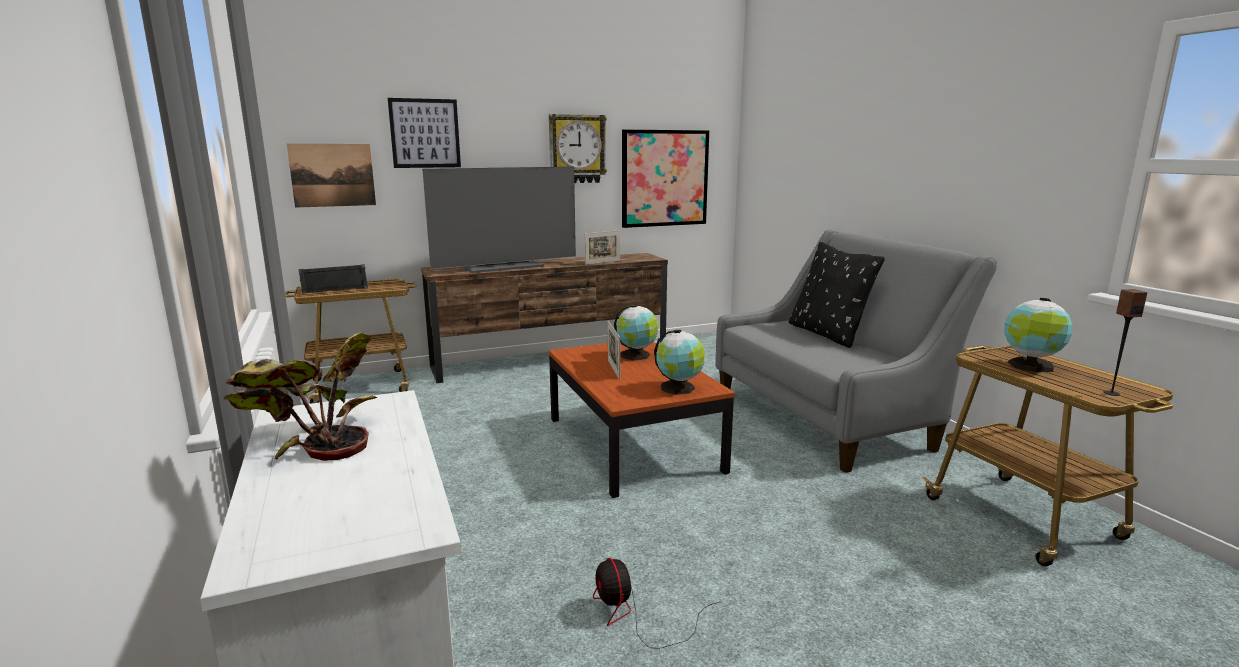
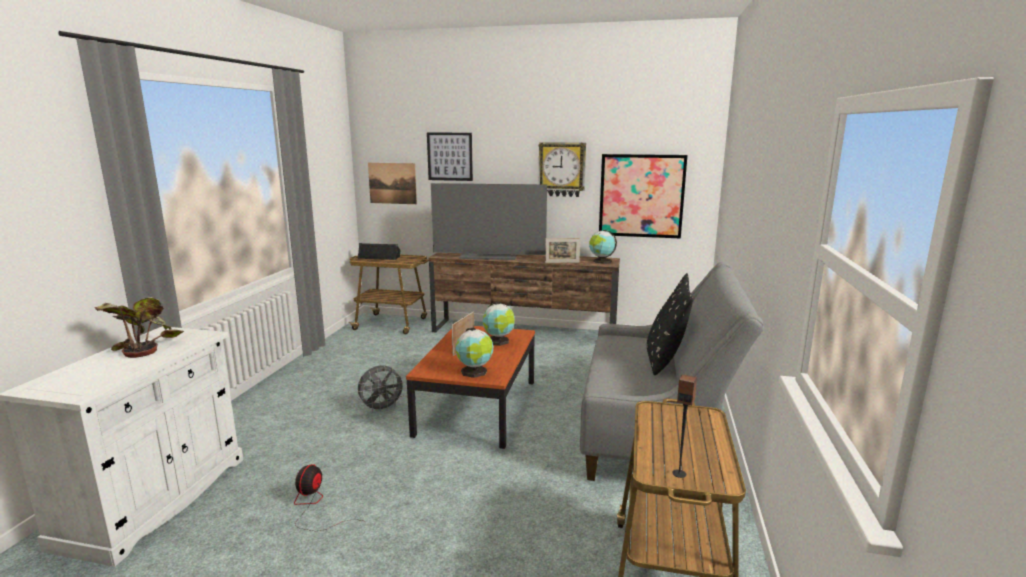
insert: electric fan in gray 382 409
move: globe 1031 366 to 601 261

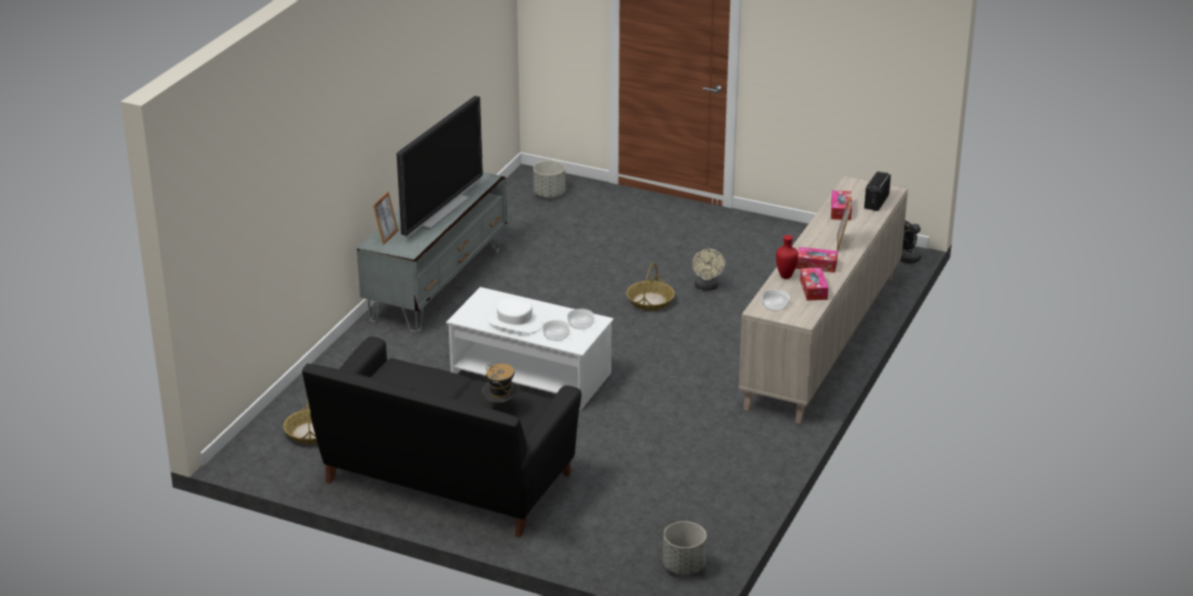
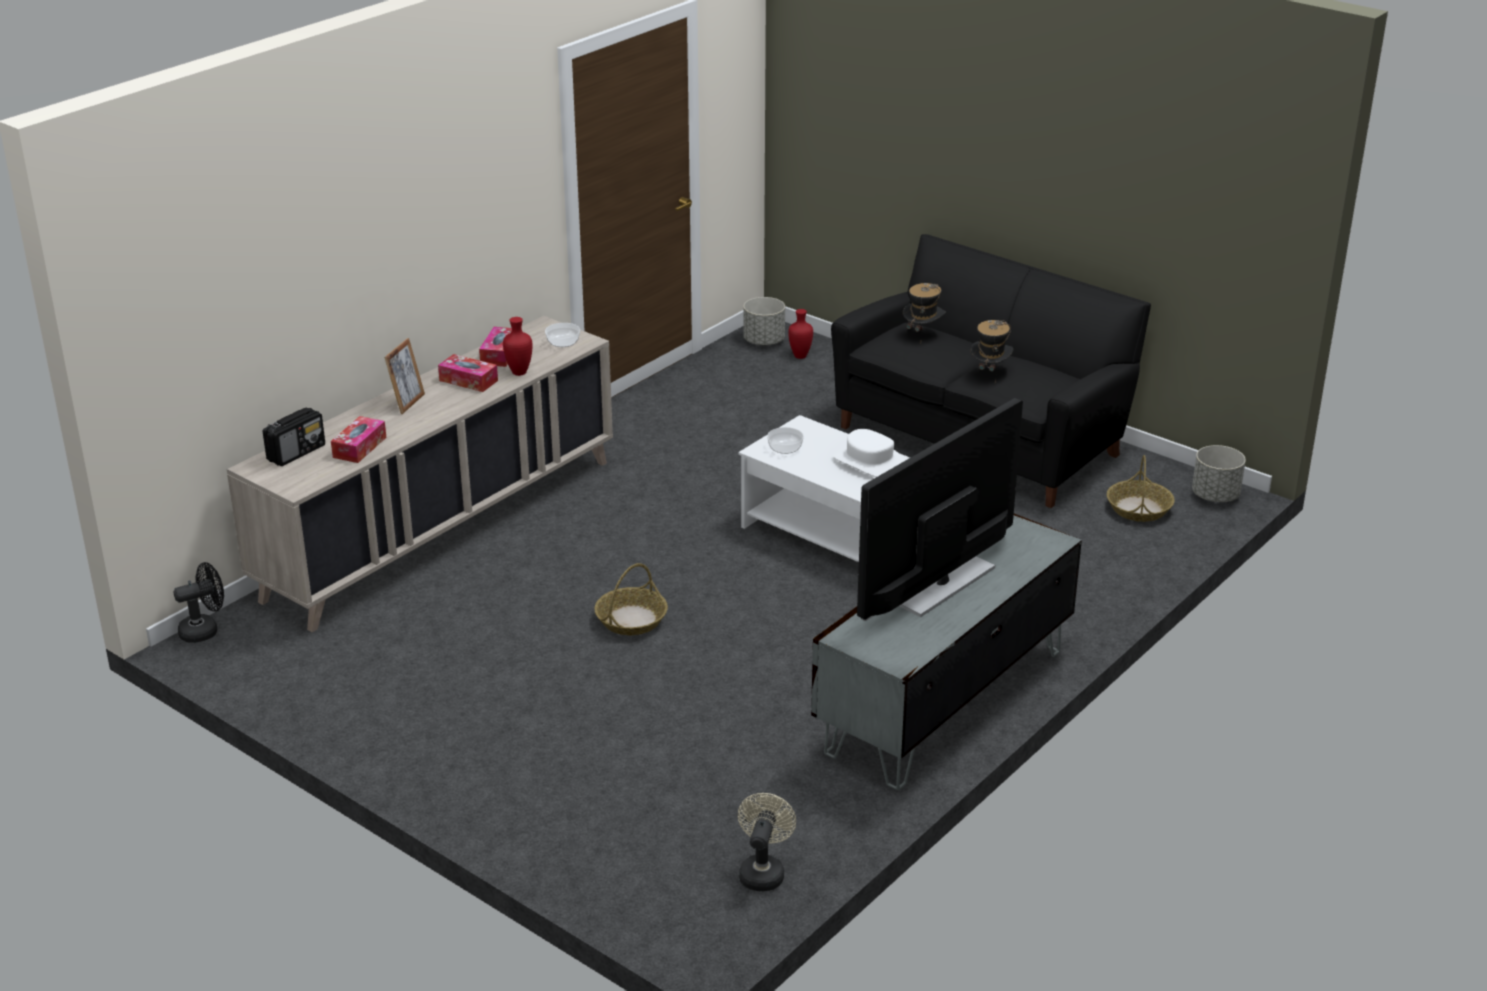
delete: picture frame 386 236; deep dish 556 336
insert: decorative vase in reddish 800 356; hat 990 373
move: planter in gray 549 194 to 1215 496; electric fan in beige-coloured 707 287 to 763 871

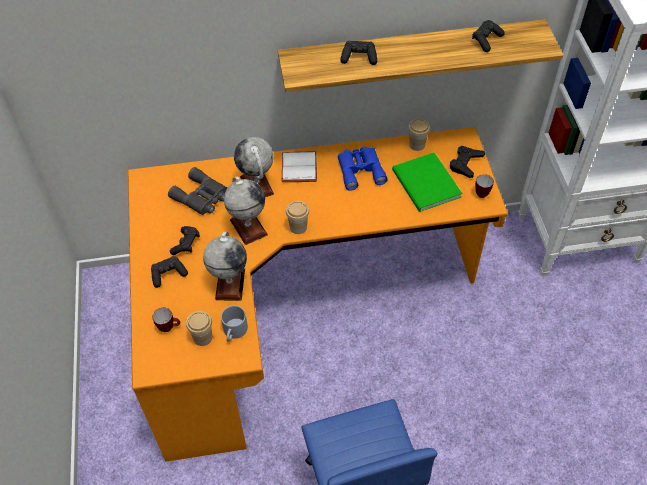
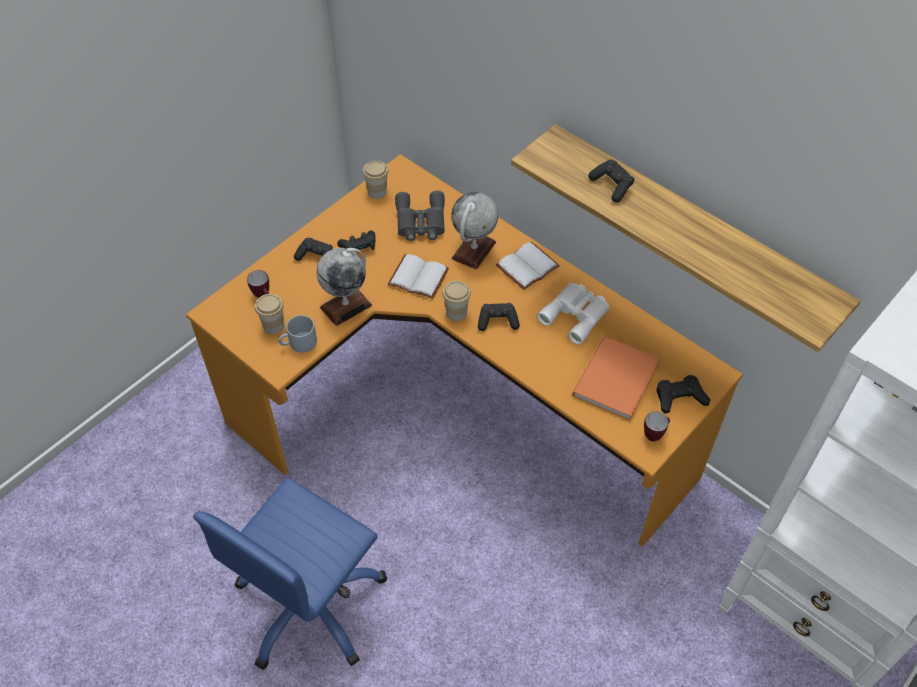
move: gamepad in black-coloured 486 40 to 497 321; drinking cup 417 145 to 377 192
replace: globe 248 227 to book in white 420 276
recolor: binoculars in bluish 360 169 to binoculars in white 576 314; book in green-coloured 425 185 to book in orange 613 380

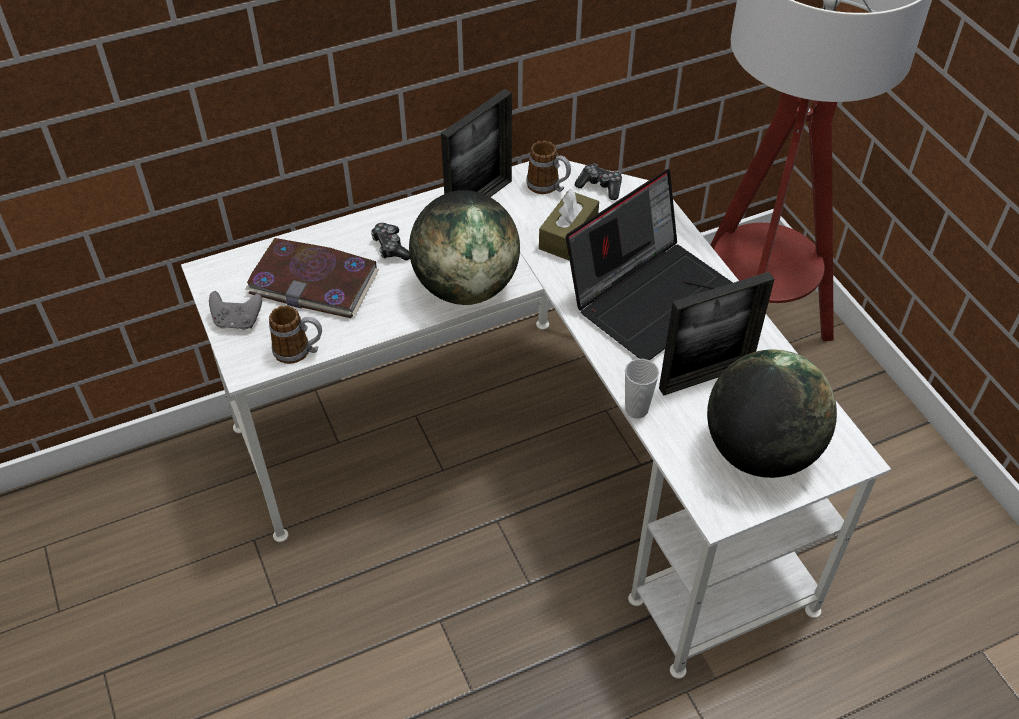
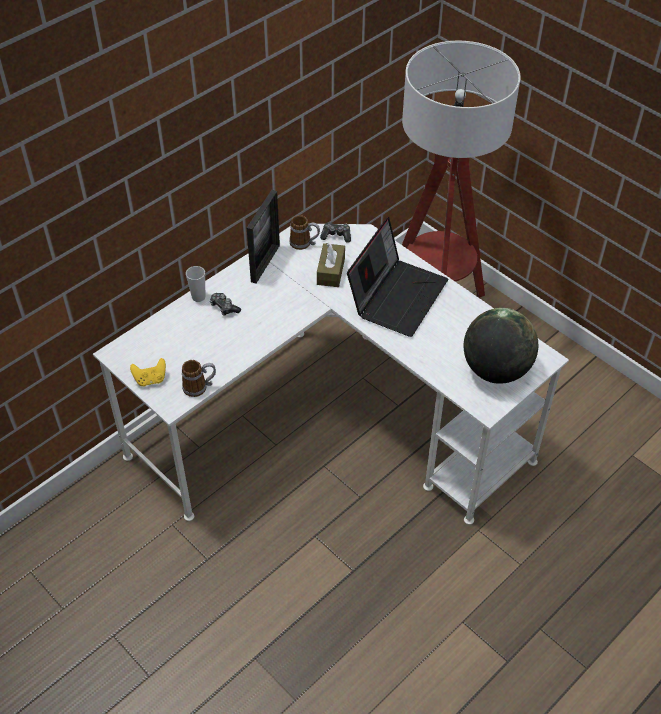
delete: globe 465 287; book 314 282; picture frame 706 377
move: drinking cup 636 409 to 198 297
recolor: gamepad in gray 237 321 to gamepad in yellowish 150 379

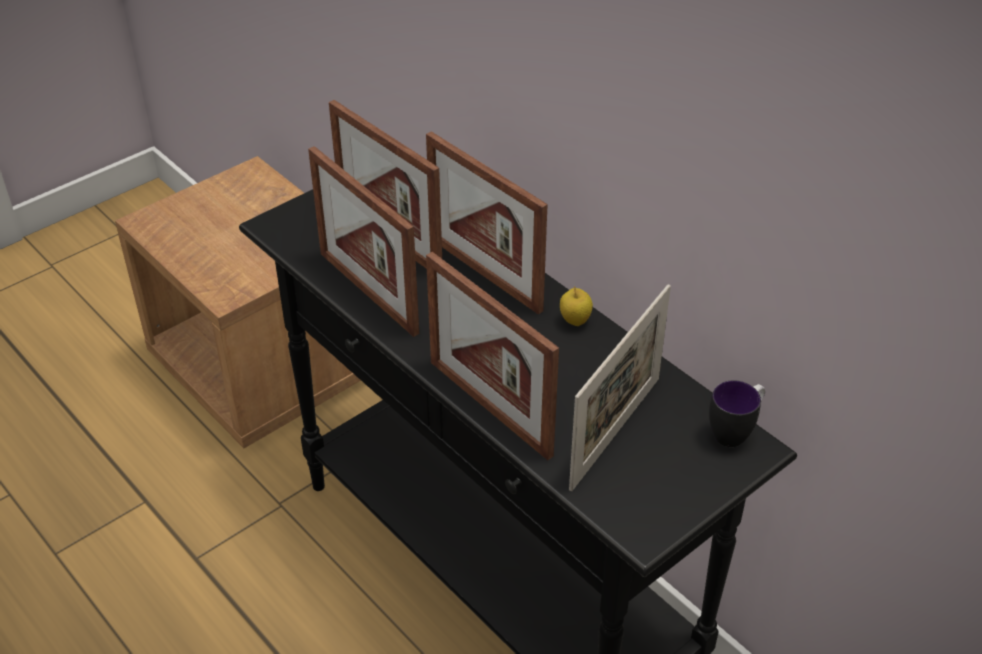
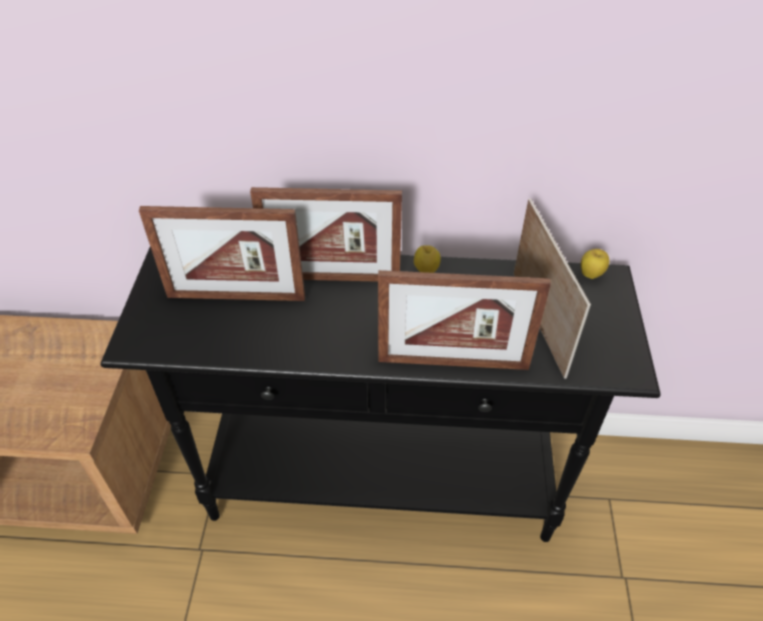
delete: picture frame 368 292
replace: coffee mug 735 431 to apple fruit 591 275

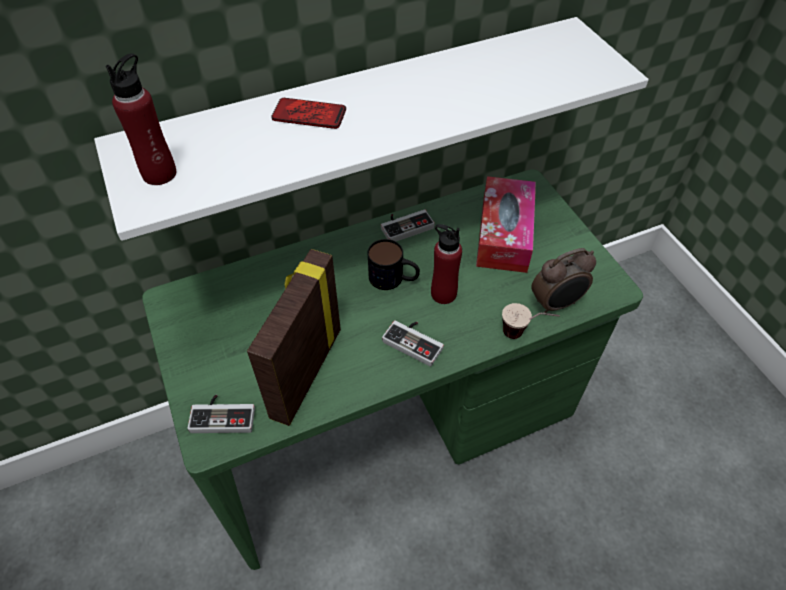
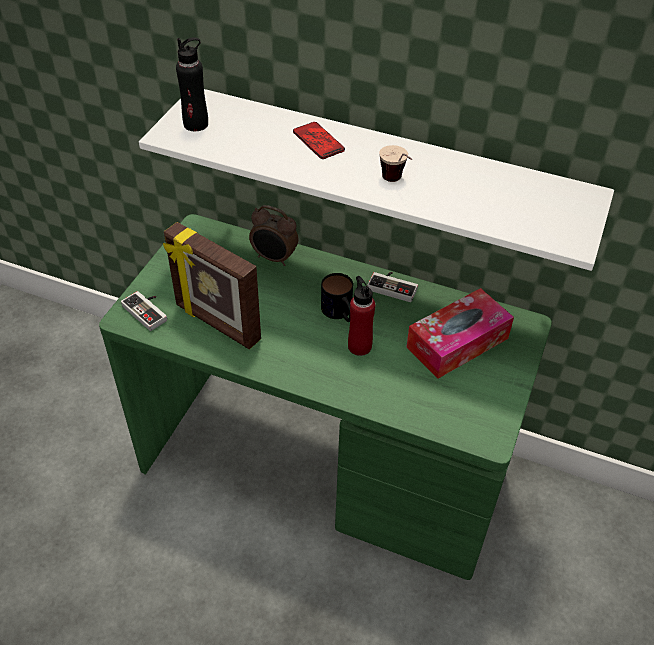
delete: gamepad 415 341
move: bedside clock 556 304 to 274 258; drinking cup 524 335 to 396 183
recolor: bottle in reddish 159 173 to bottle in black-coloured 196 124
rotate: picture frame 304 372 = 216 323 120 degrees counterclockwise

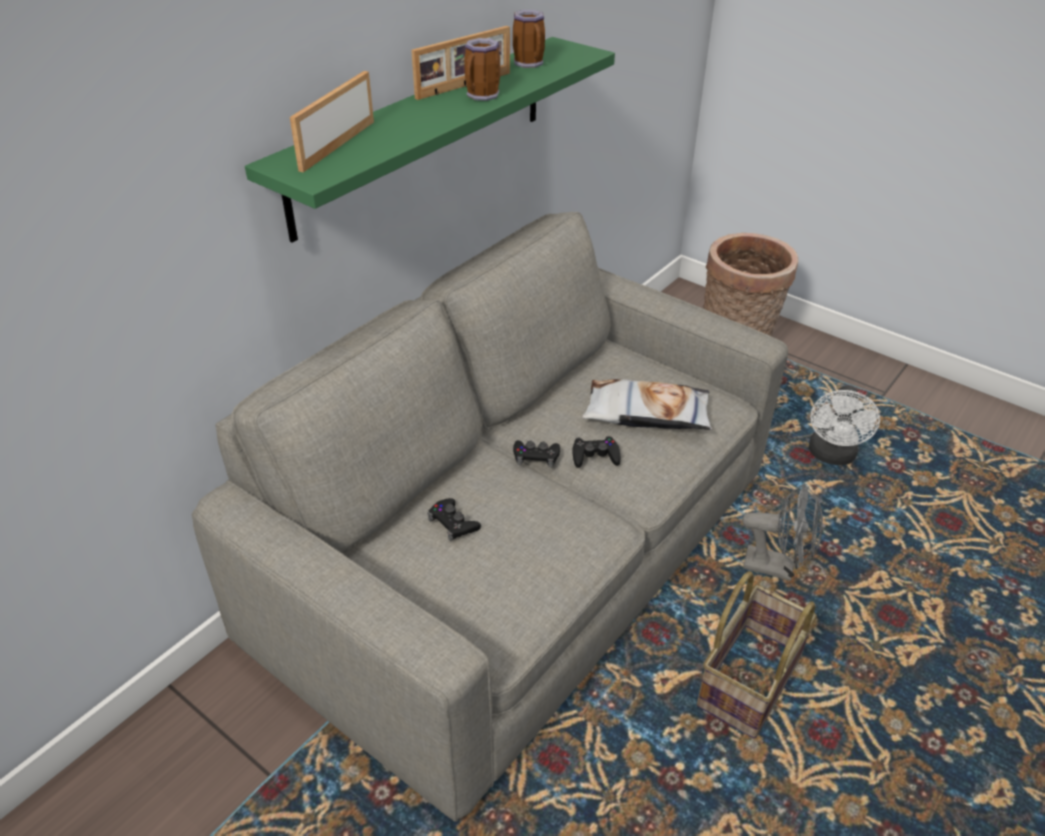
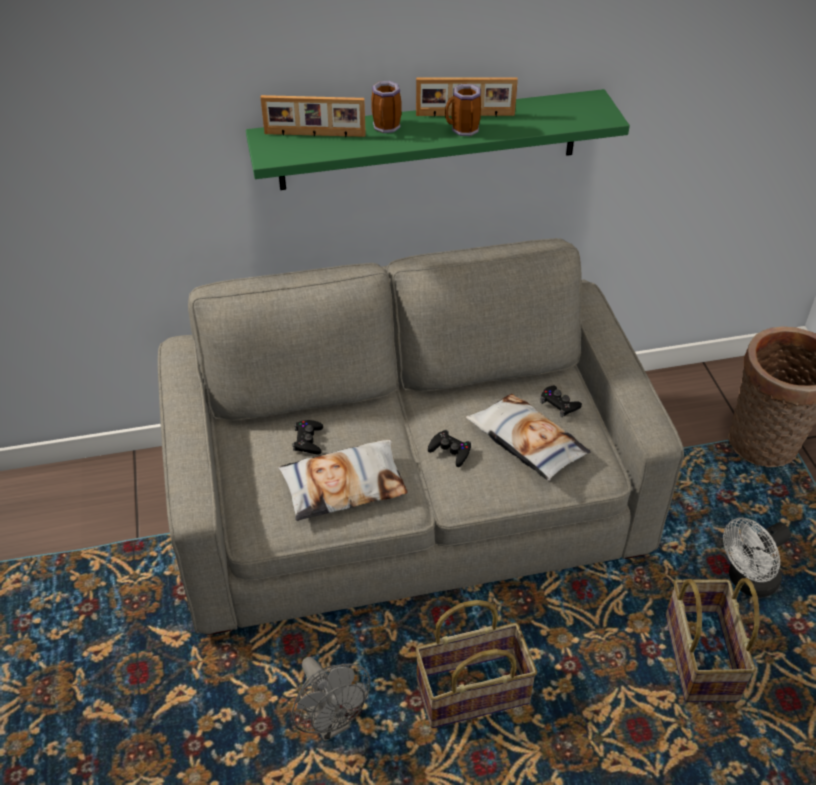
insert: throw pillow 344 485; basket 699 656
move: coffee mug 531 64 to 387 128; gamepad in black-coloured 536 456 to 559 404; electric fan in gray 777 567 to 331 723
rotate: picture frame 336 145 = 314 135 150 degrees counterclockwise

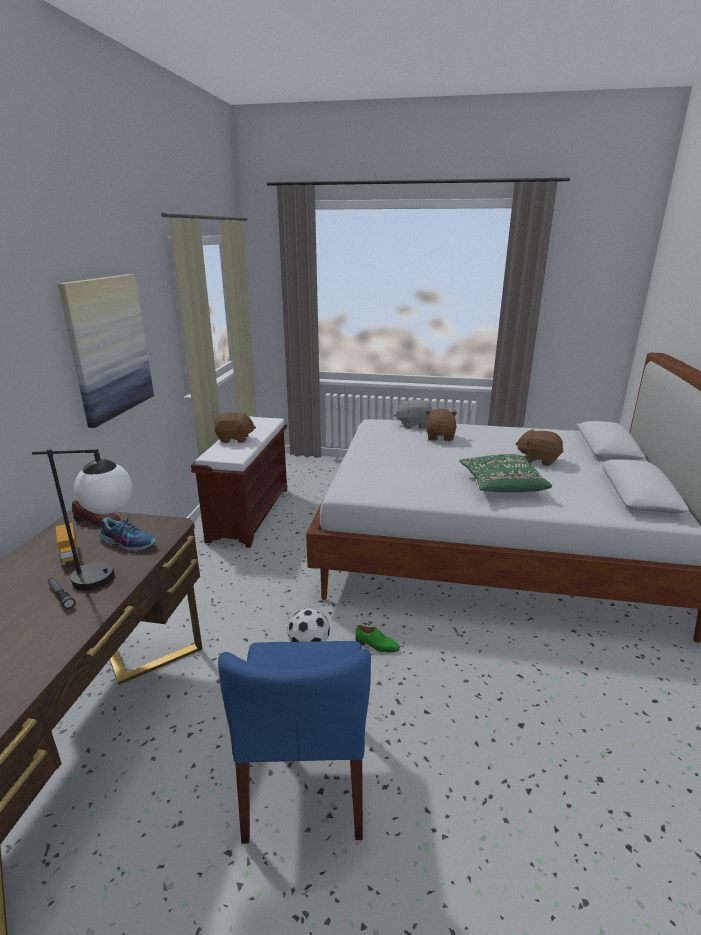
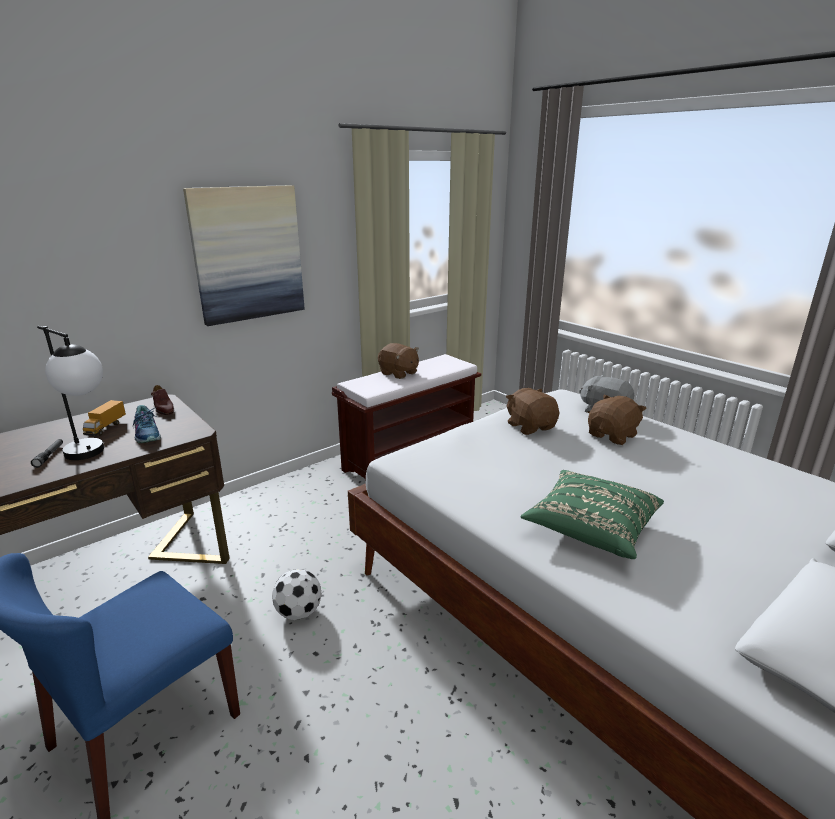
delete: low shoe in green-coloured 377 645
move: plush toy in brownish 538 459 to 530 426

